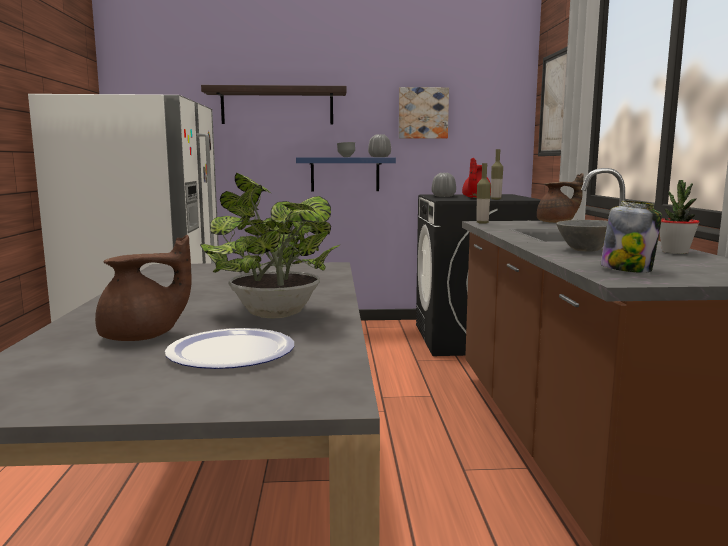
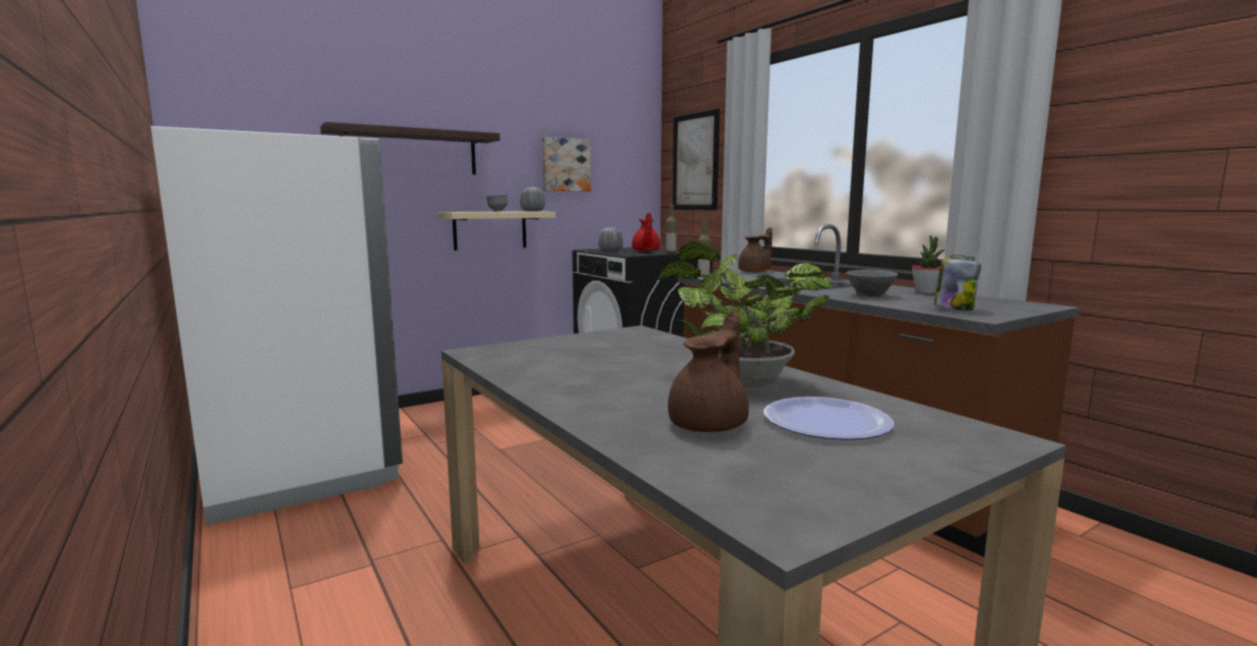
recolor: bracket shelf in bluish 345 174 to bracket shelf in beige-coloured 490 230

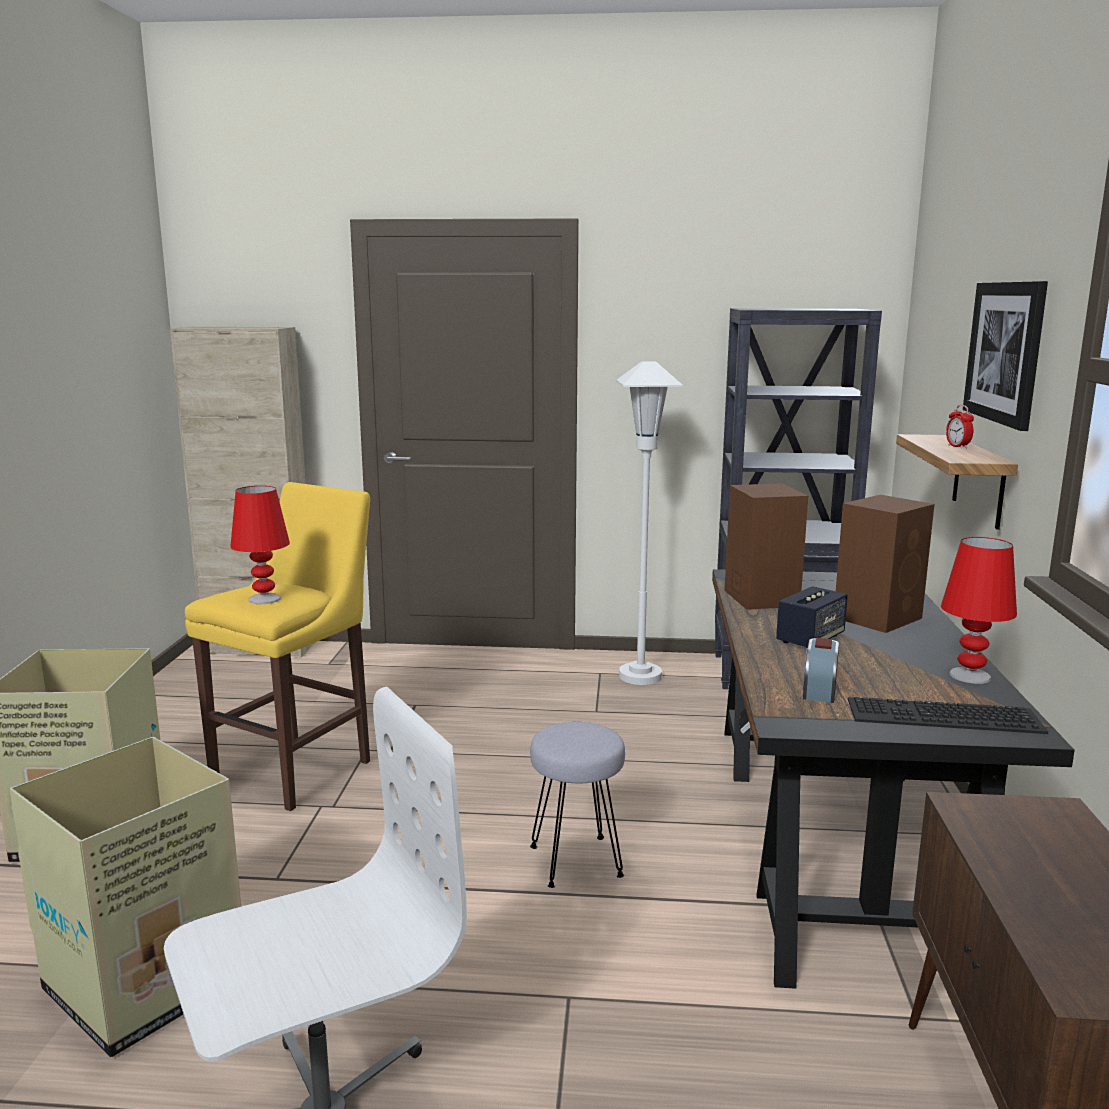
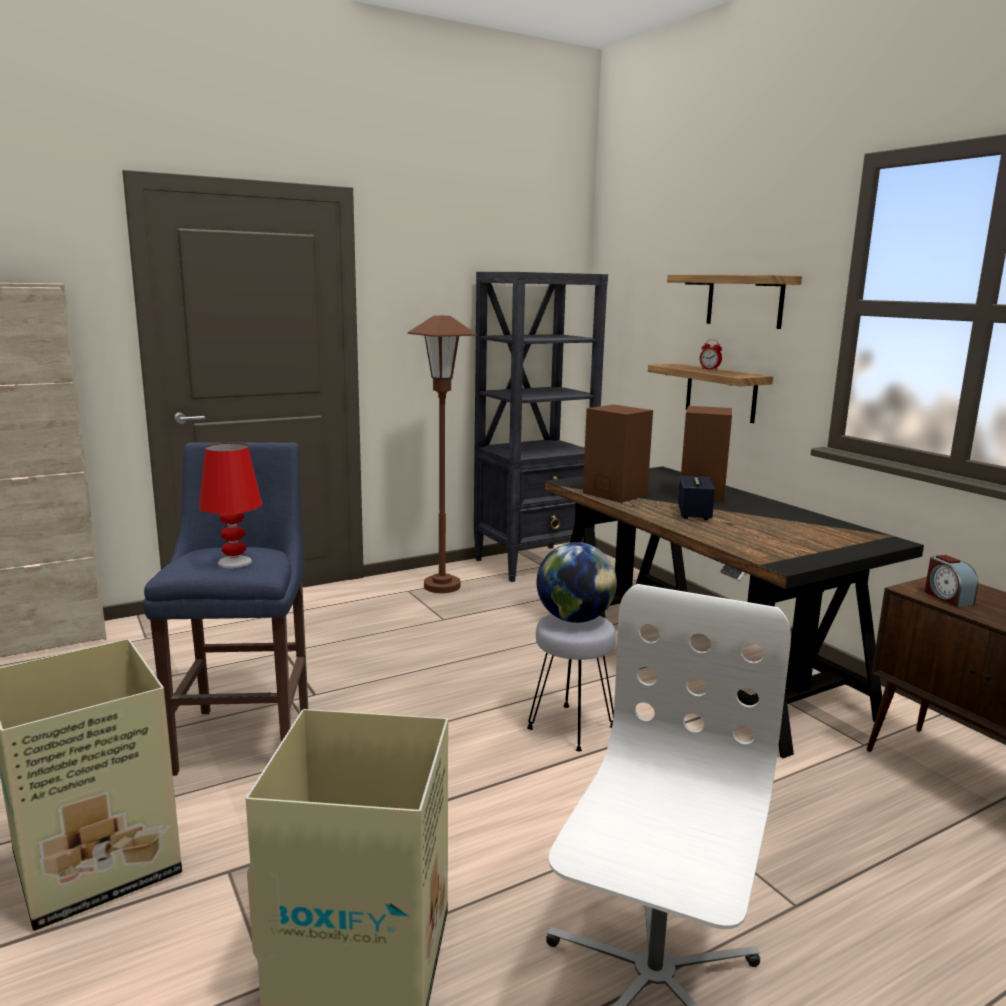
delete: table lamp in reddish 969 676; keyboard 942 717
insert: globe 574 619
move: bedside clock 819 690 to 947 597
replace: picture 1005 352 to bracket shelf 744 301
recolor: floor lamp in white 640 676 to floor lamp in brownish 442 586; sitting stool in yellowish 298 768 to sitting stool in bluish 247 735

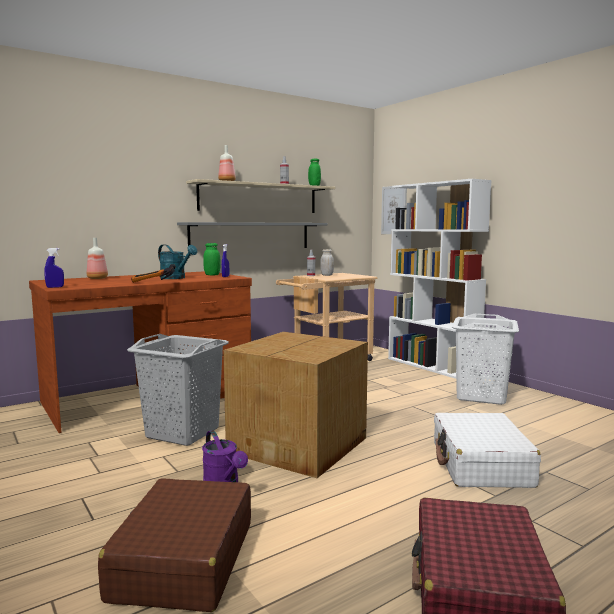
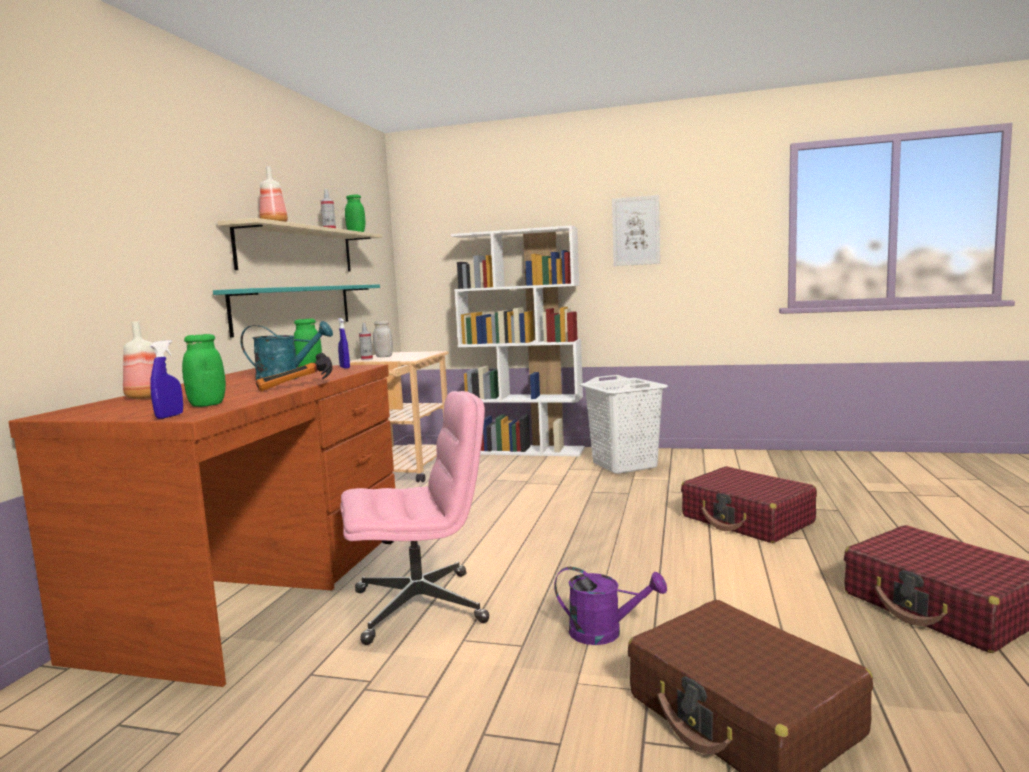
delete: carton 300 444
insert: storage jar in green-coloured 207 404
move: picture 394 210 to 636 231
replace: laundry basket in gray 182 433 to desk chair in pinkish 421 606
recolor: bracket shelf in gray 251 236 to bracket shelf in turquoise 295 308; piece of luggage in white 480 464 to piece of luggage in reddish 747 520

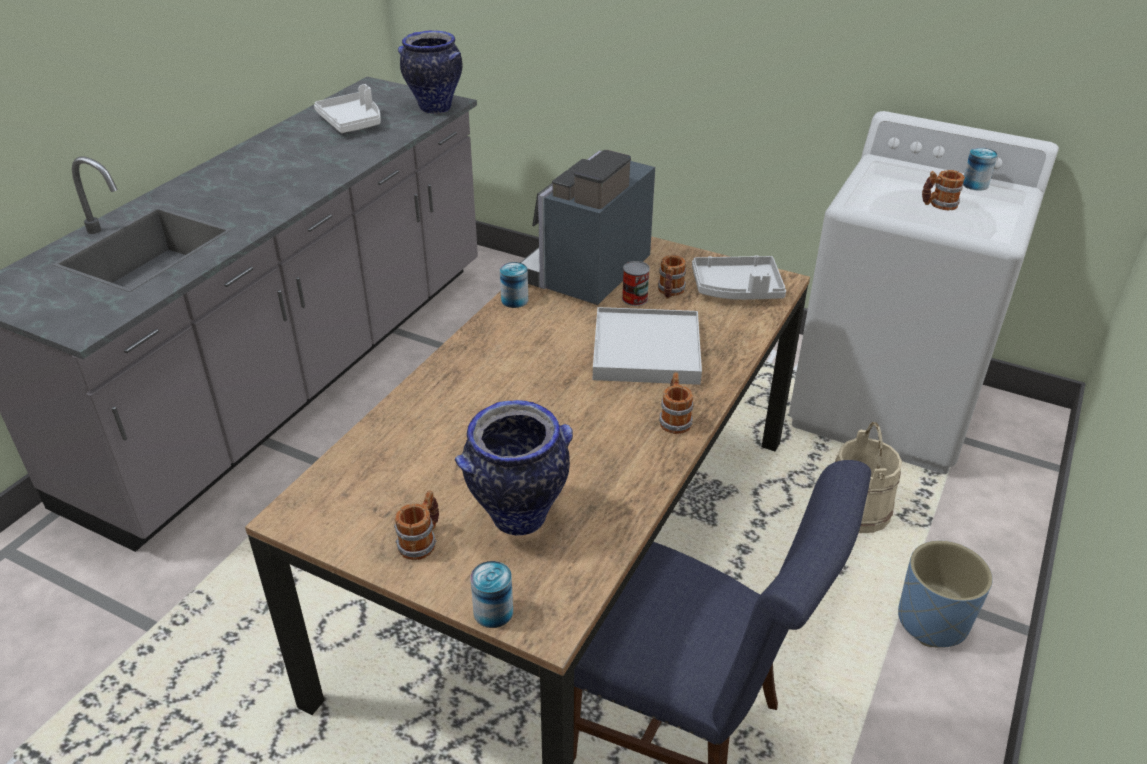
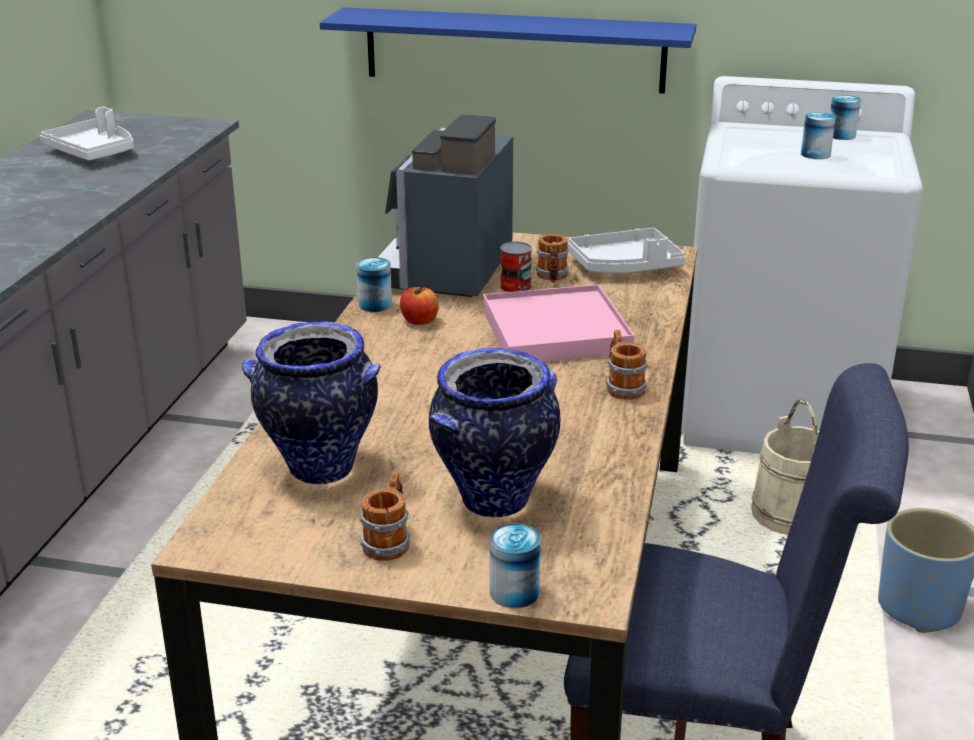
insert: bracket shelf in bluish 514 50; apple fruit 419 321
move: decorative vase 434 108 to 319 469
replace: coffee mug 938 205 to can 815 154
recolor: tray in white 646 350 to tray in pinkish 556 331

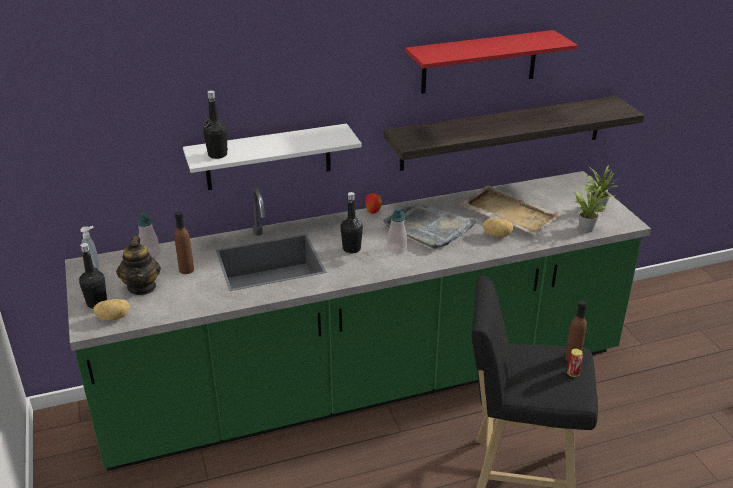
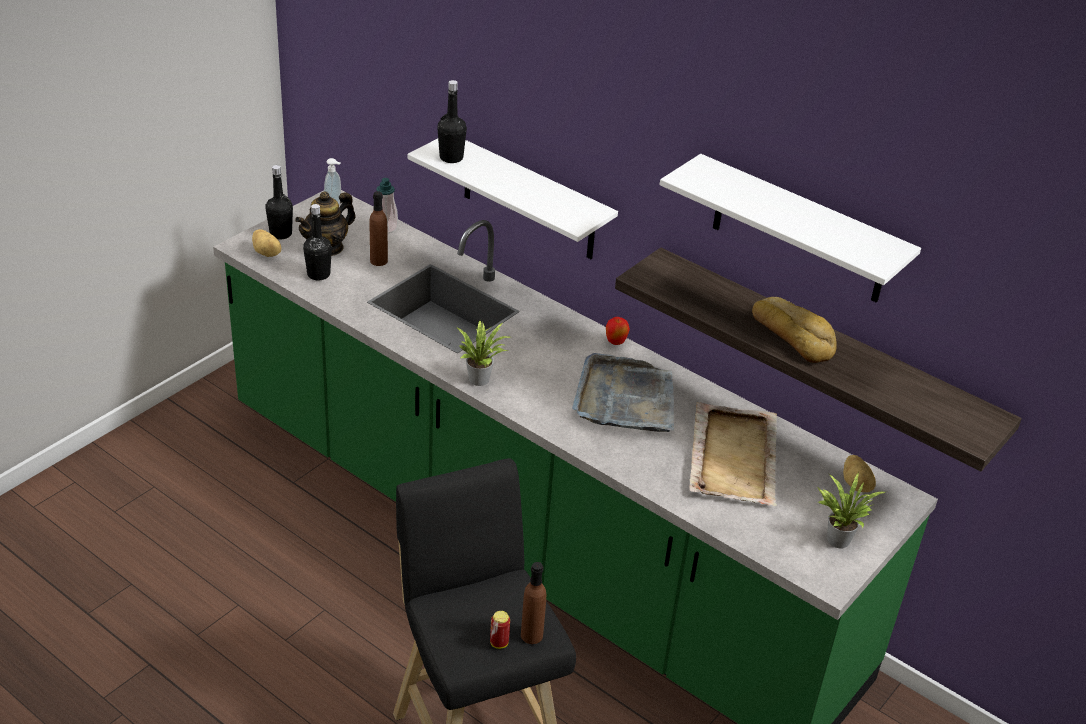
delete: soap bottle 396 249
insert: bread 793 336
move: potted plant 585 227 to 481 378; bottle in black-coloured 351 249 to 318 274; potato 497 235 to 856 484
recolor: bracket shelf in reddish 479 62 to bracket shelf in white 799 231

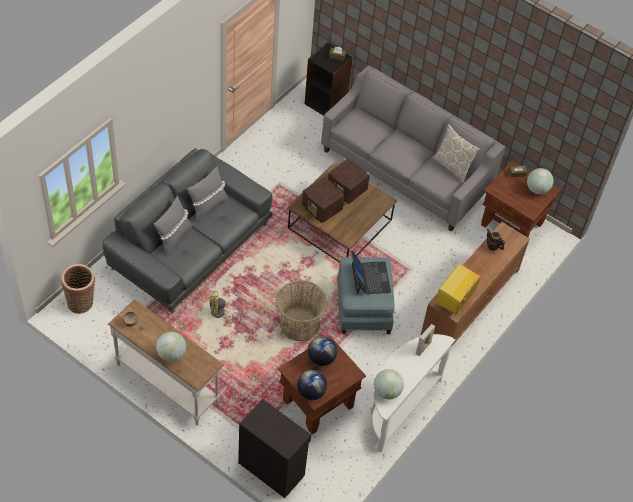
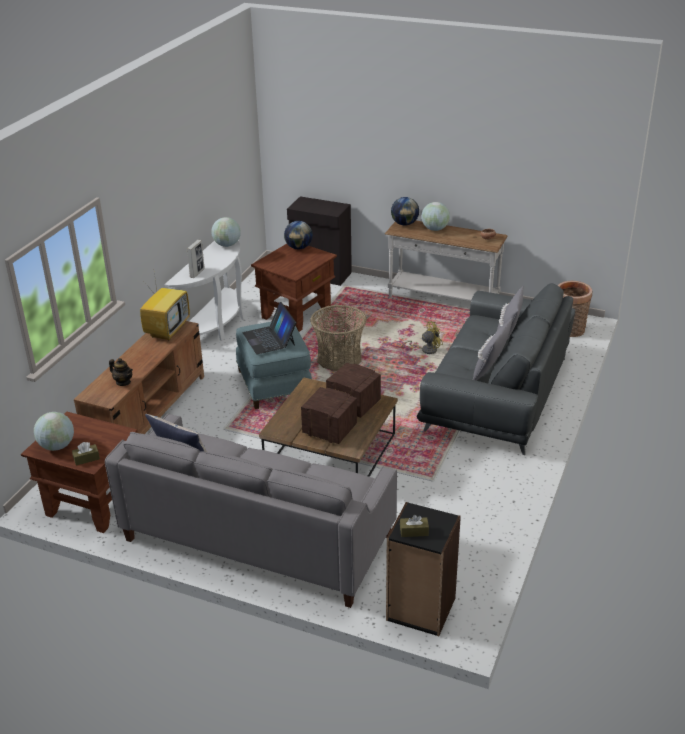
move: globe 321 359 to 404 224

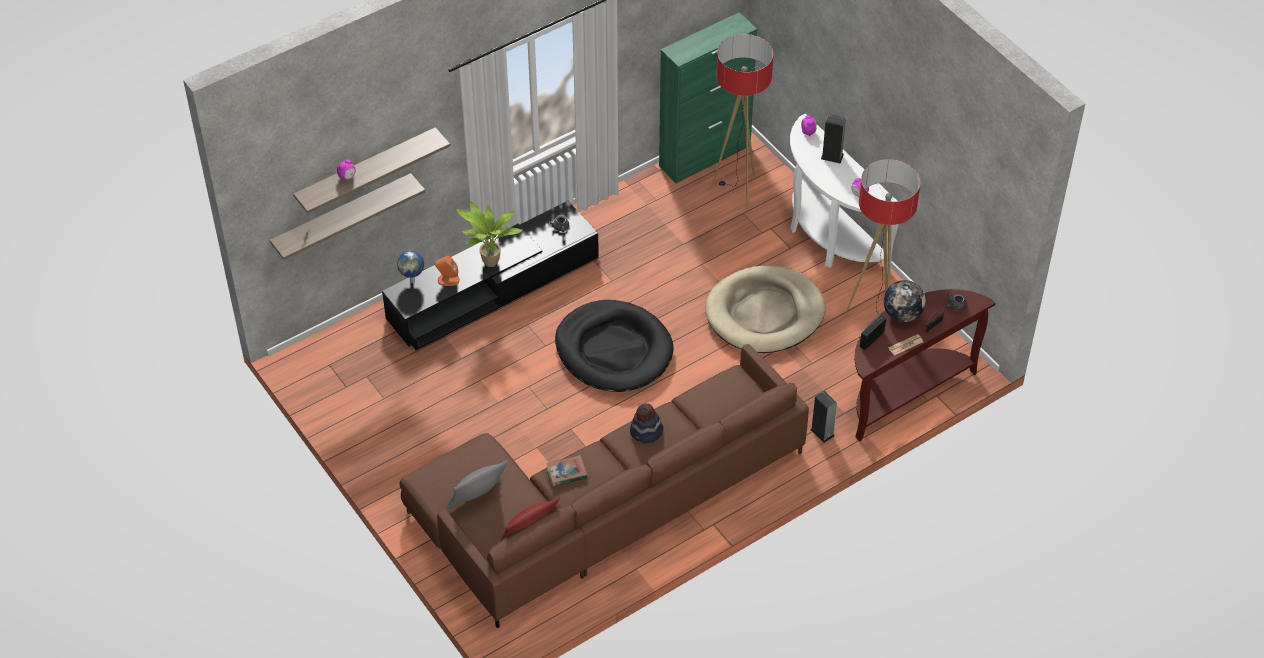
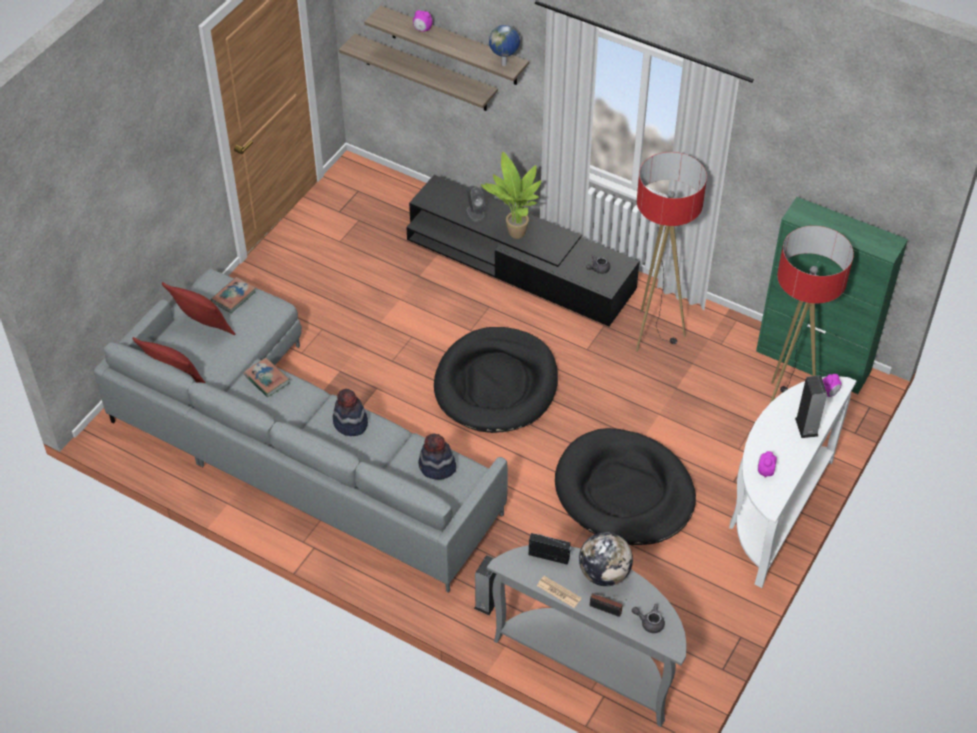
insert: book 233 297; hat 437 467
move: floor lamp 873 316 to 654 333; globe 413 281 to 504 64
recolor: audio speaker in orange 448 280 to audio speaker in gray 475 213; dog bed in beige-coloured 765 313 to dog bed in black-coloured 624 492; console table in brownish 904 392 to console table in gray 589 662; settee in brownish 600 505 to settee in gray 293 445; throw pillow in gray 478 500 to throw pillow in reddish 203 328

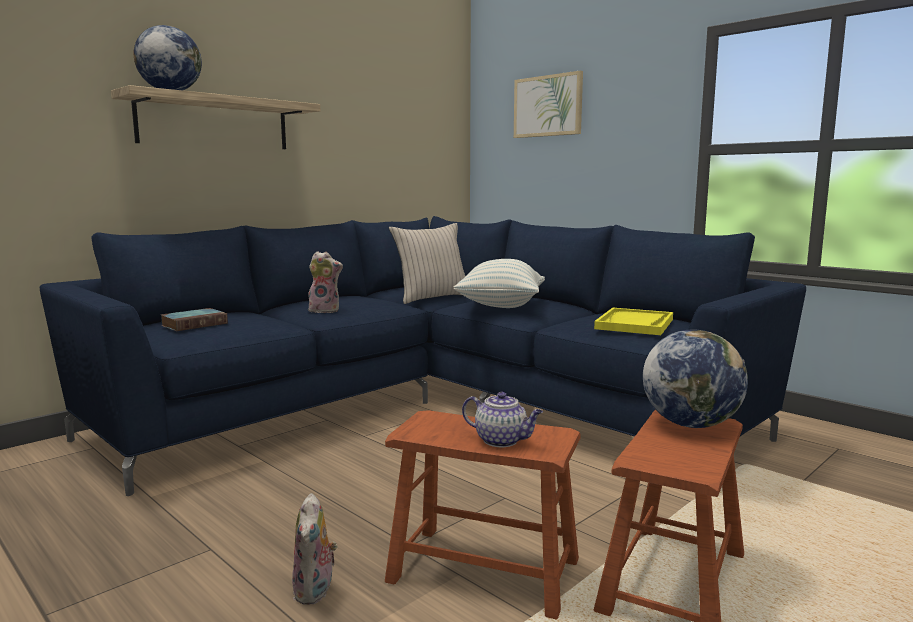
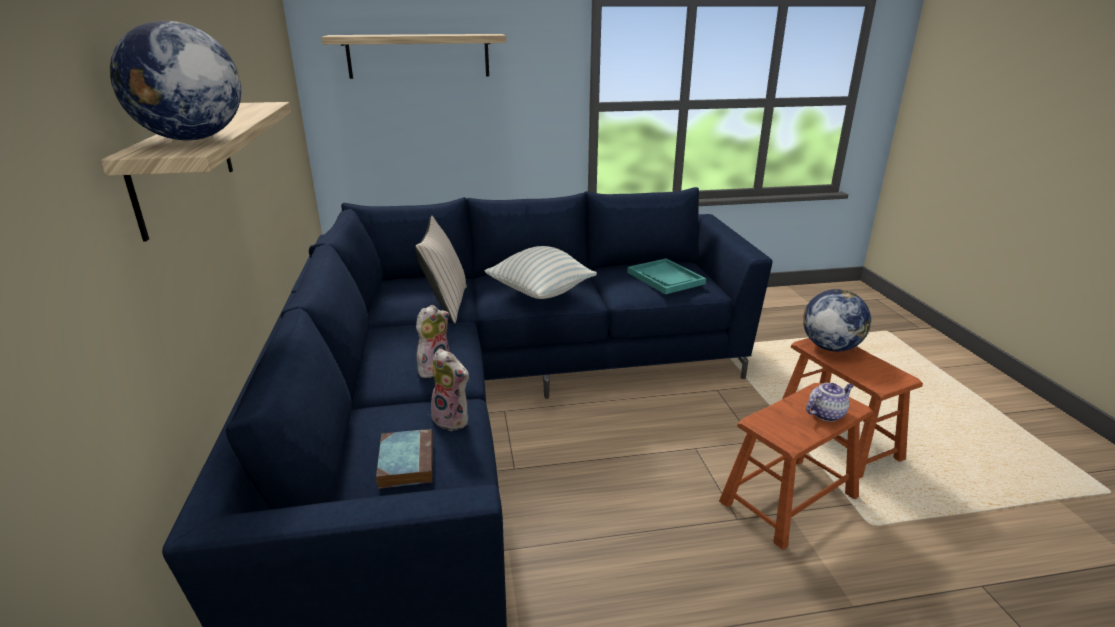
move: plush toy 316 591 to 453 420
replace: picture 548 106 to bracket shelf 418 56
recolor: tray in yellowish 635 324 to tray in turquoise 665 278

